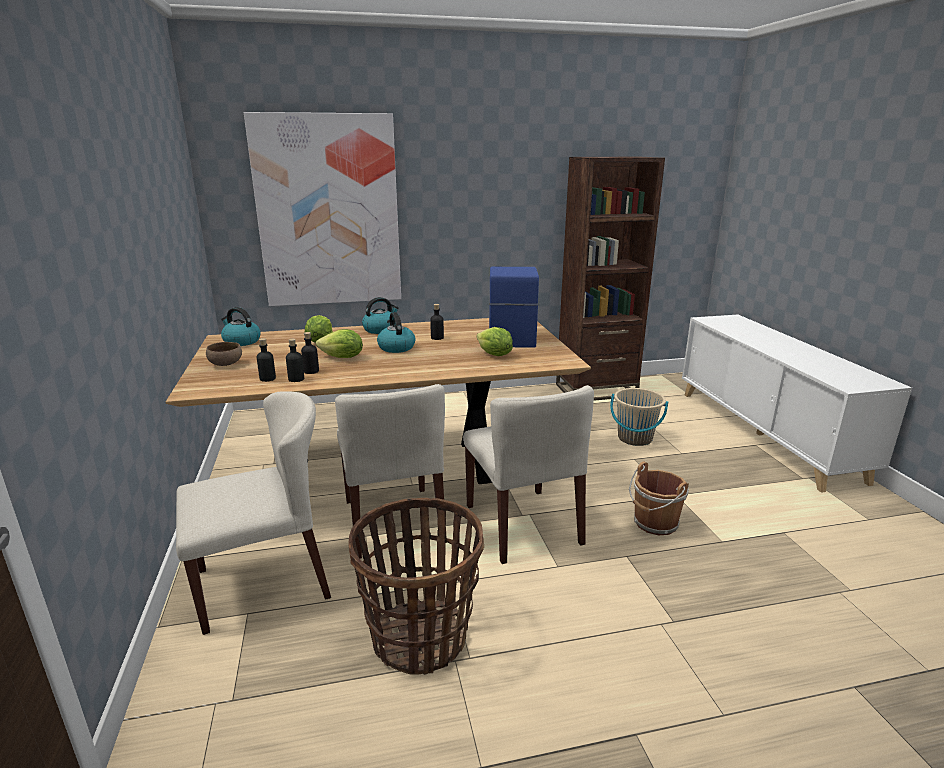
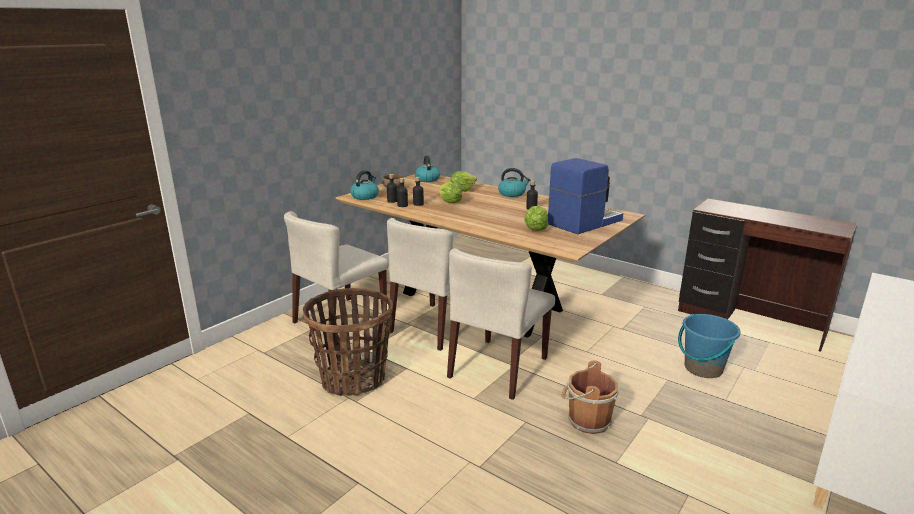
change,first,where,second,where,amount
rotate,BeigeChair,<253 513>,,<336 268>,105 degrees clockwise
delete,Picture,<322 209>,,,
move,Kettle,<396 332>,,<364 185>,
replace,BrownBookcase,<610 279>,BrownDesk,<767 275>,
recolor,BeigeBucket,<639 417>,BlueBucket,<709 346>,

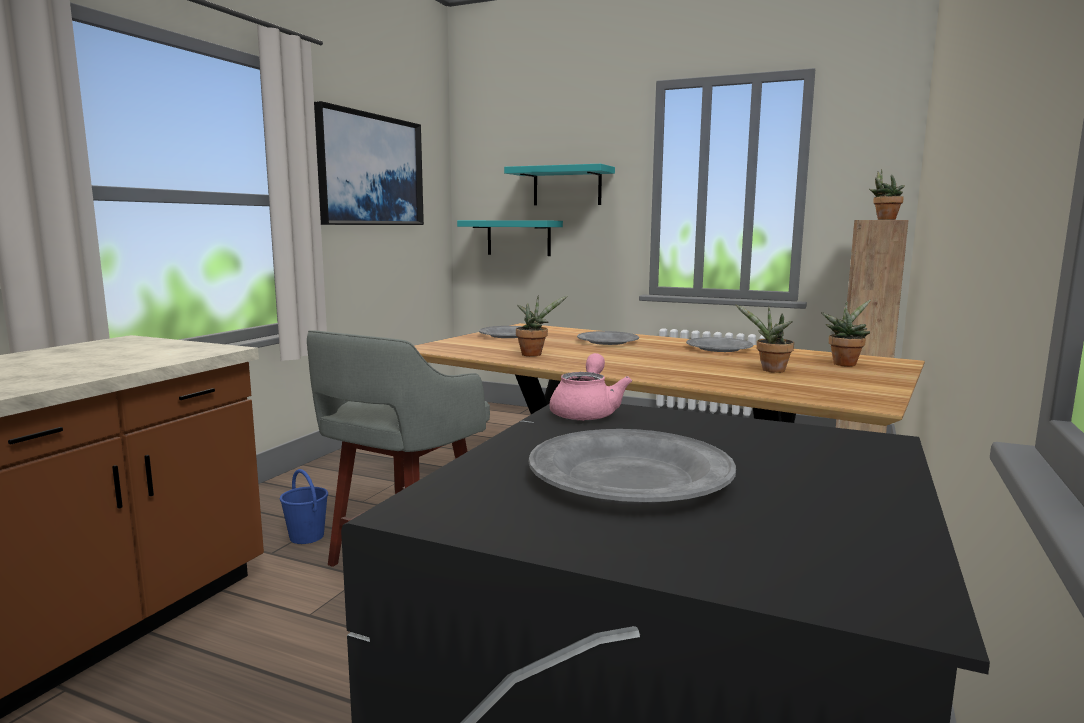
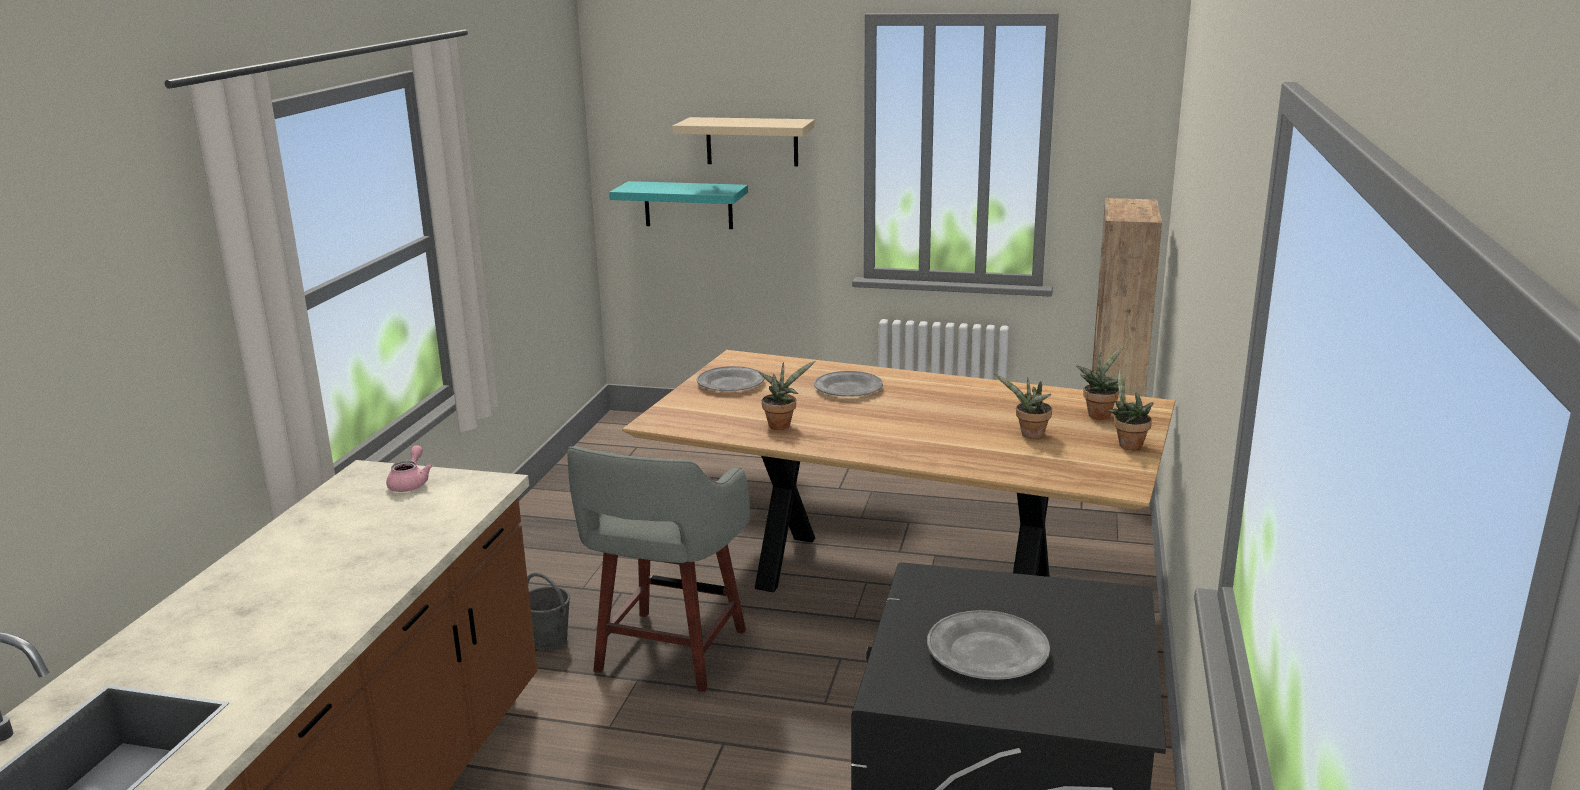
change,first,where,second,where,amount
recolor,BlueBucket,<304 506>,GreyBucket,<548 611>,
delete,Picture,<369 163>,,,
recolor,TurquoiseShelf,<559 184>,BeigeShelf,<743 141>,
move,PinkTeapot,<591 387>,,<409 468>,
delete,GreyPlate,<719 344>,,,
move,PottedPlant,<887 194>,,<1131 409>,

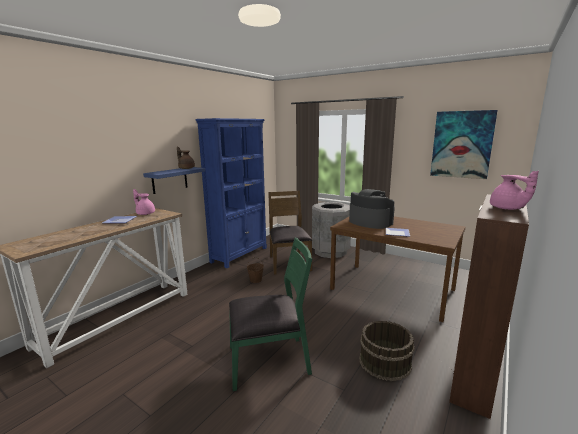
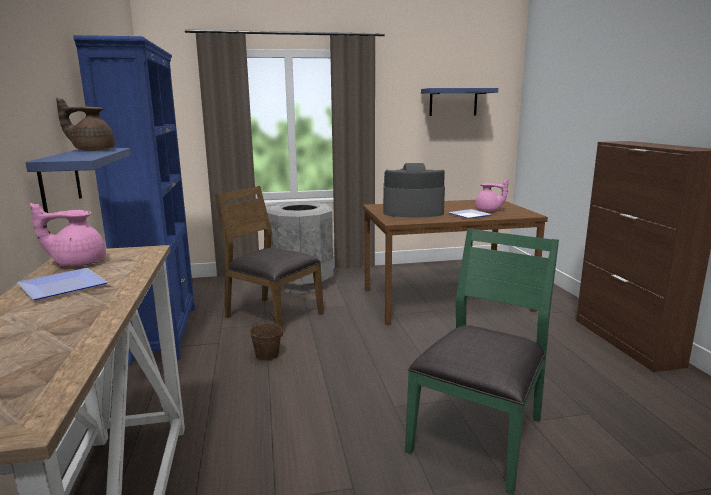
change,first,where,second,where,amount
delete,BrownBucket,<386 351>,,,
replace,Picture,<464 144>,BlueShelf,<459 102>,
move,PinkTeapot,<514 190>,,<491 195>,

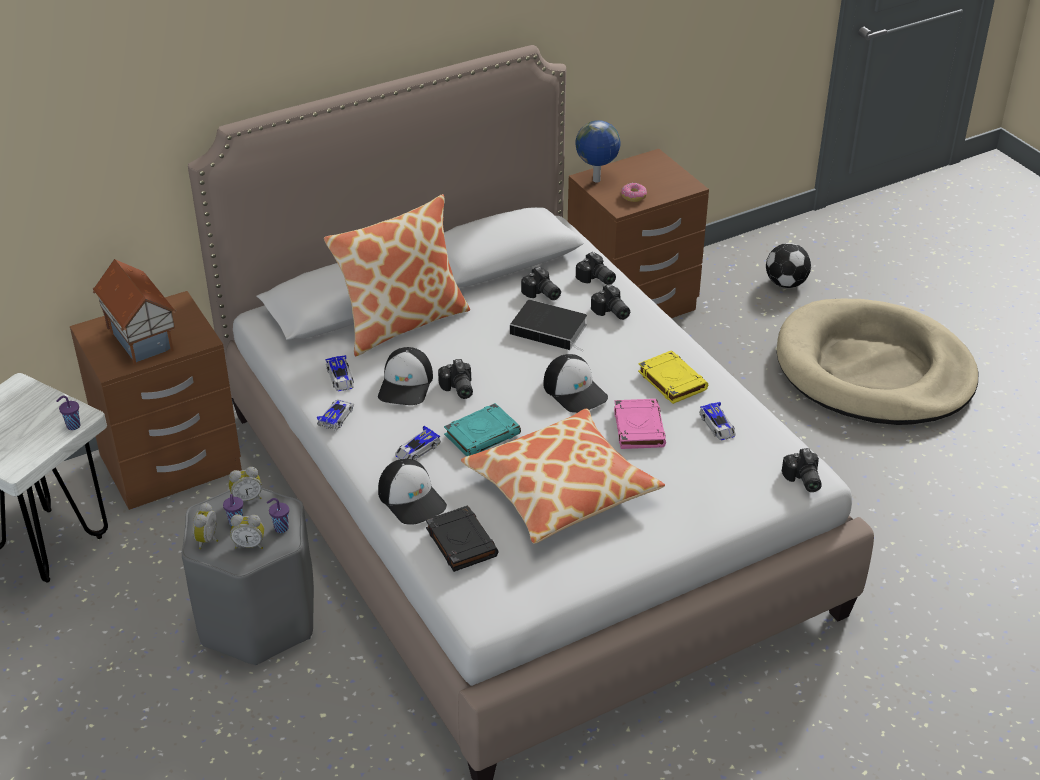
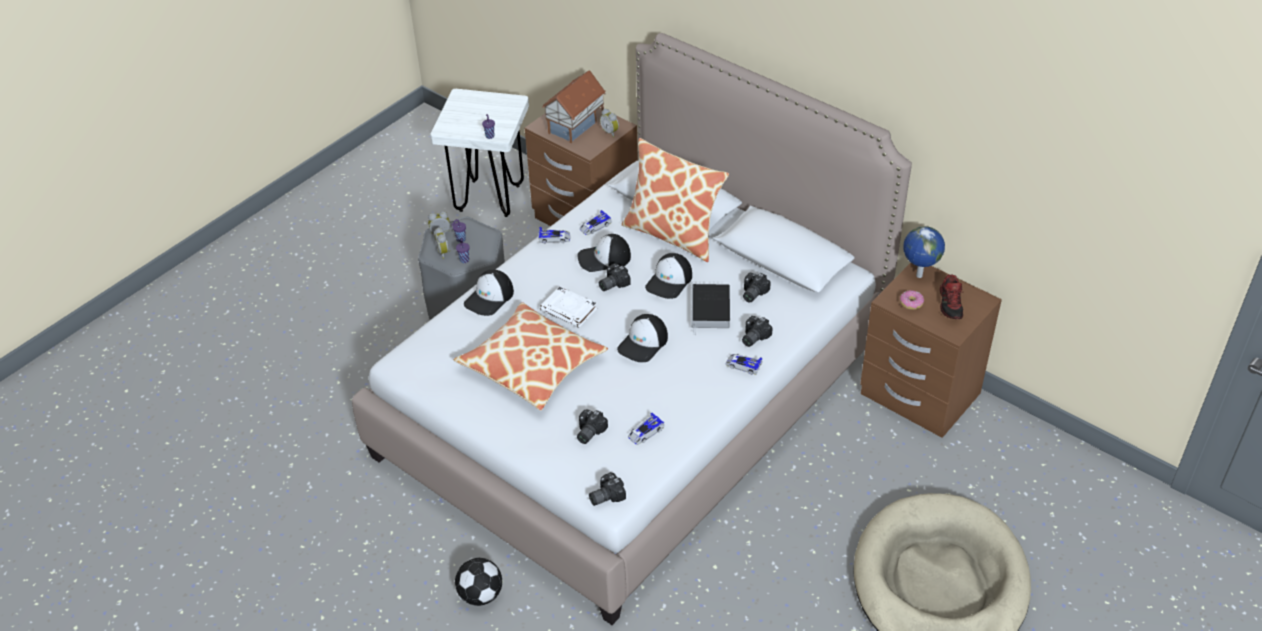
change,first,where,second,where,amount
move,AlarmClock,<245 484>,,<609 123>,
move,ToyCar,<418 443>,,<744 364>,
delete,BlackBook,<462 539>,,,
recolor,TurquoiseBook,<482 429>,WhiteBook,<568 307>,
move,PhotoCamera,<596 268>,,<592 427>,
delete,PinkBook,<640 424>,,,
delete,YellowBook,<673 377>,,,
move,Football,<788 265>,,<478 582>,
insert,,,Cap,<668 276>,
insert,,,Shoe,<951 297>,

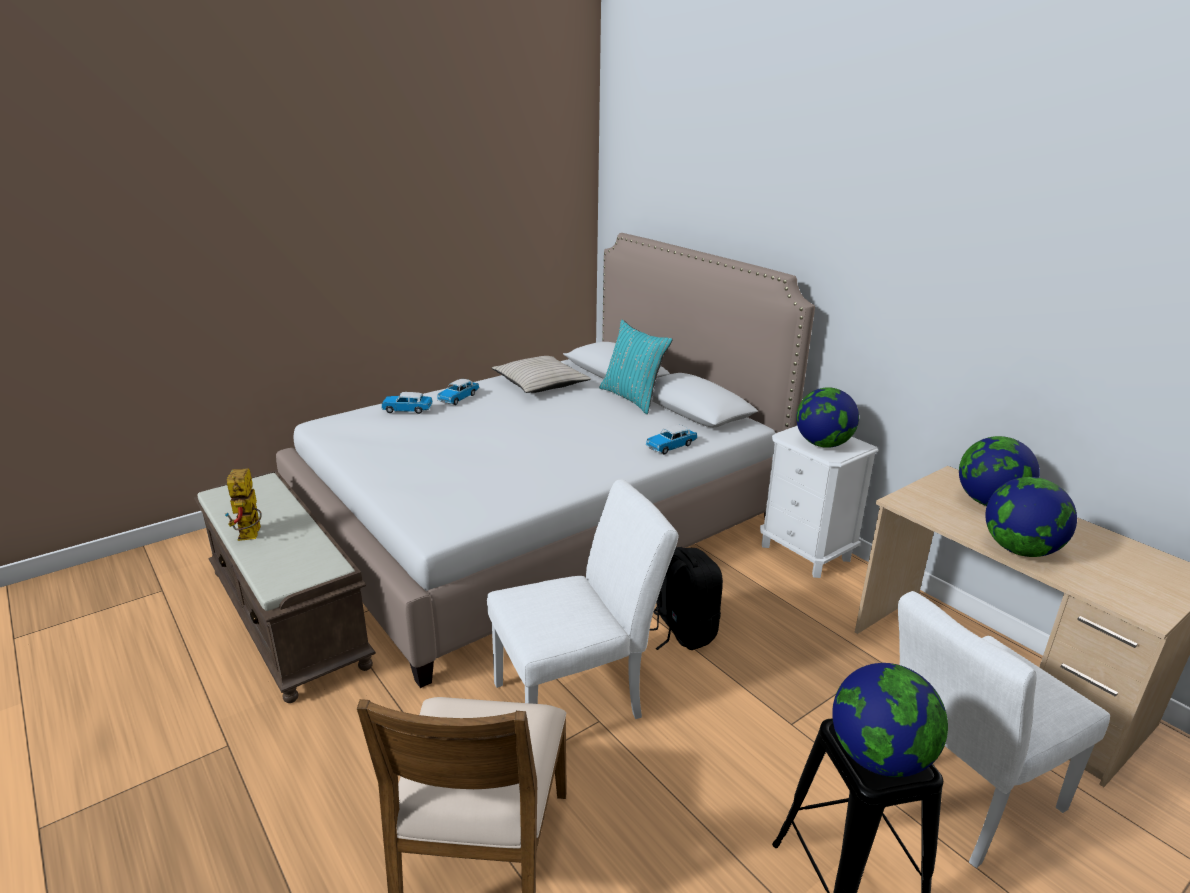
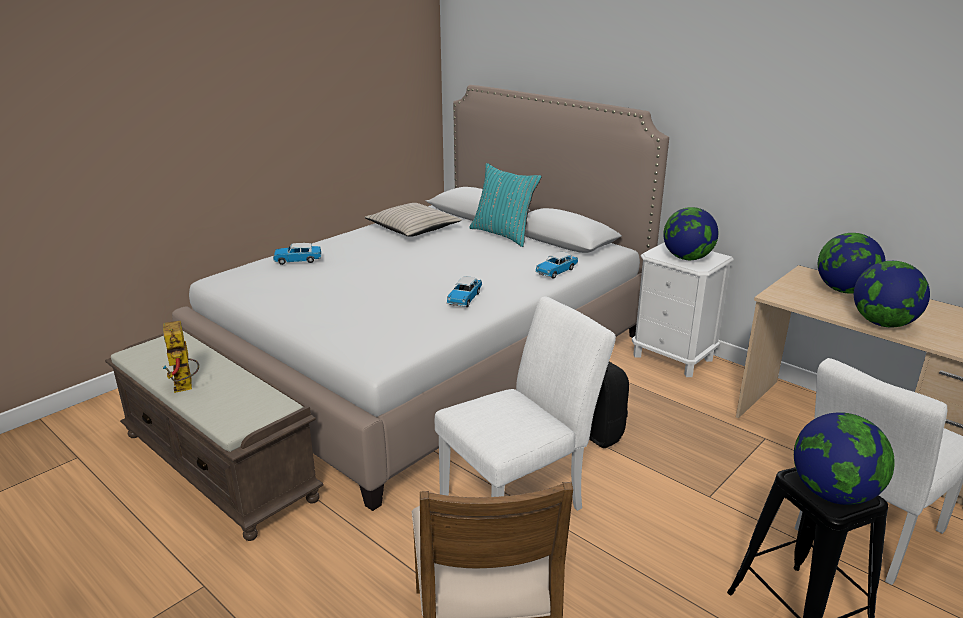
change,first,where,second,where,amount
move,ToyCar,<458 392>,,<464 291>,

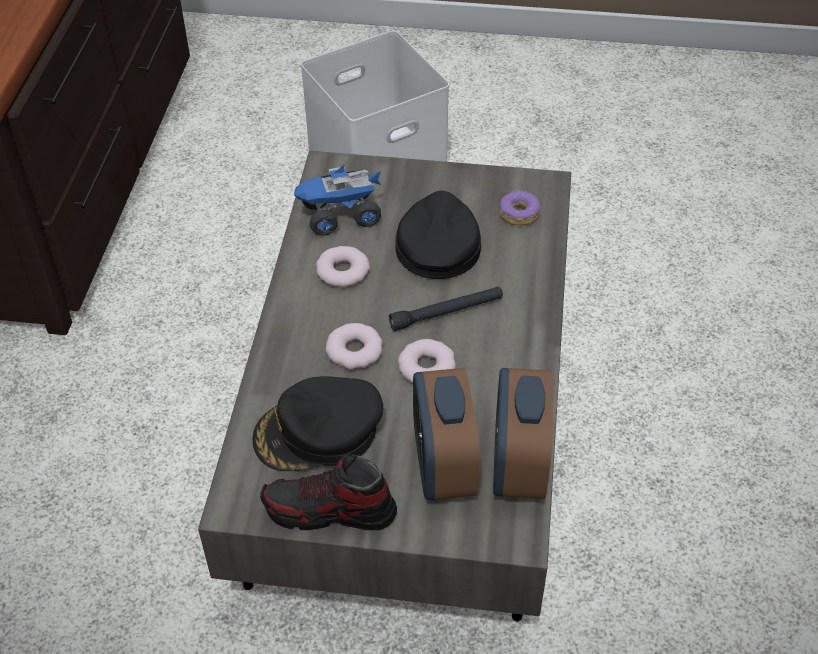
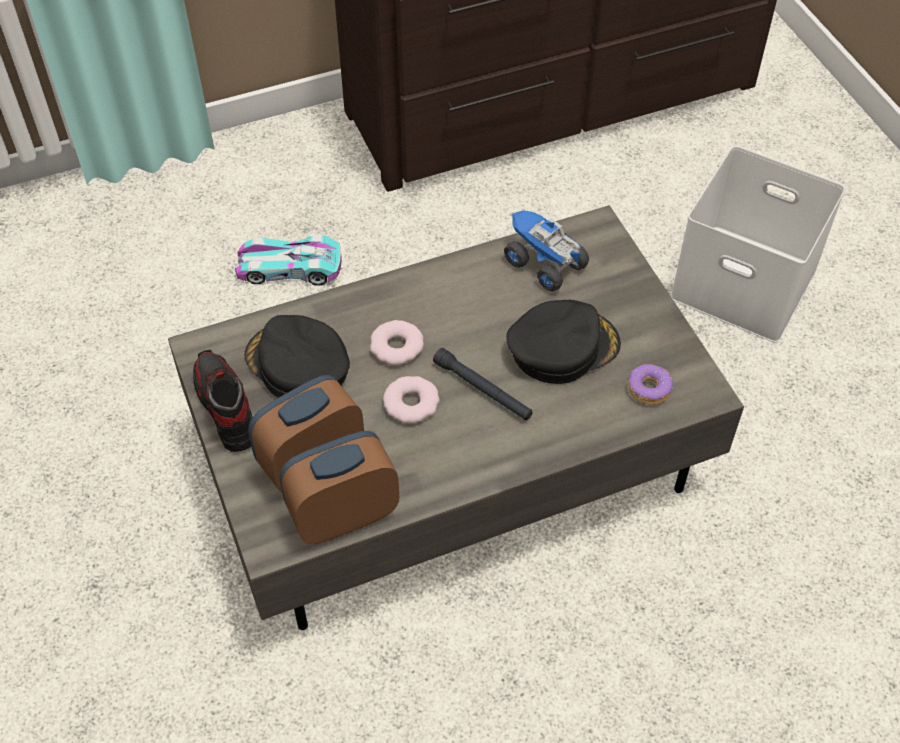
change,first,where,second,where,amount
delete,Donut,<343 266>,,,
insert,,,ToyCar,<288 260>,

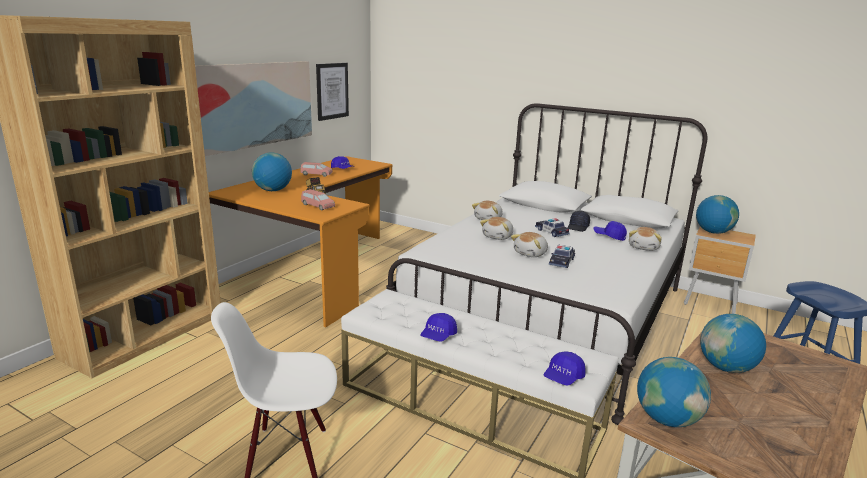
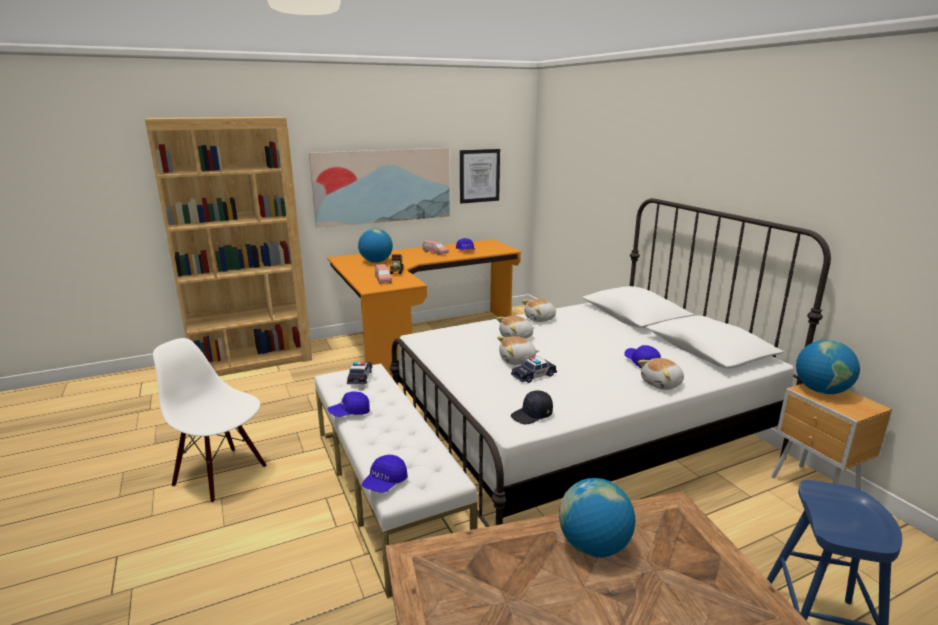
change,first,where,second,where,amount
move,ToyCar,<552 227>,,<359 373>,
rotate,BlueCap,<564 369>,,<385 473>,45 degrees counterclockwise
move,BlackCap,<578 221>,,<532 407>,
delete,Globe,<674 392>,,,

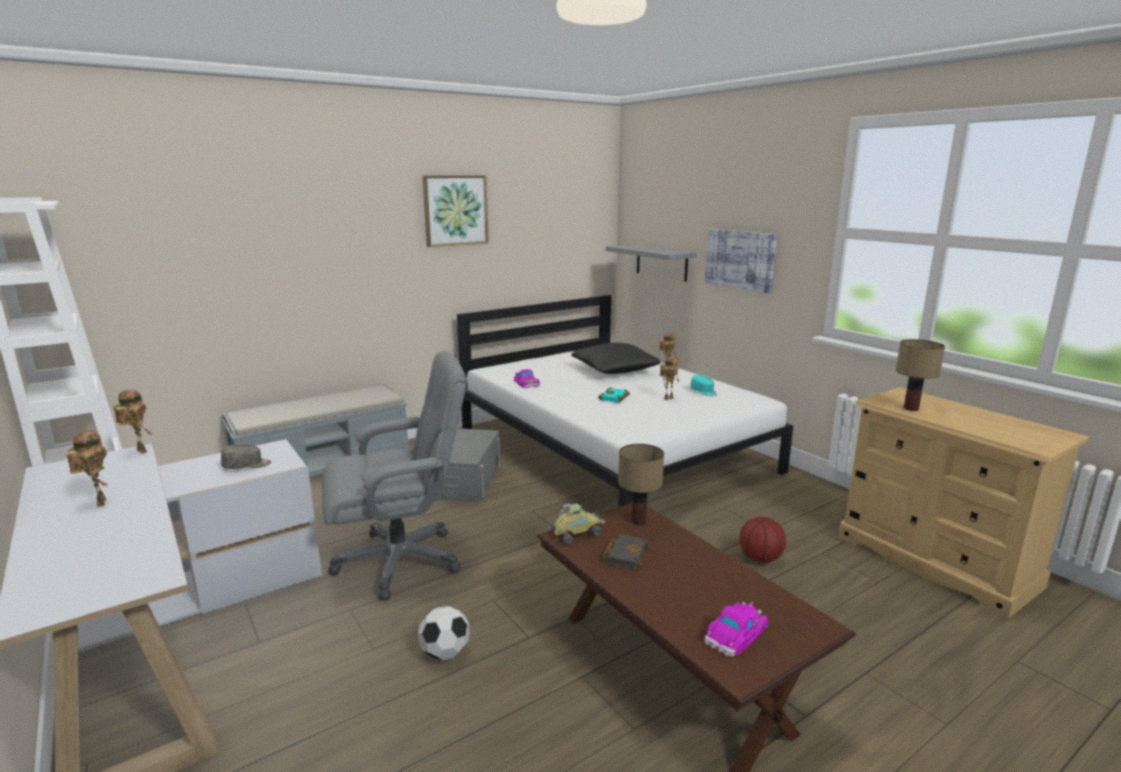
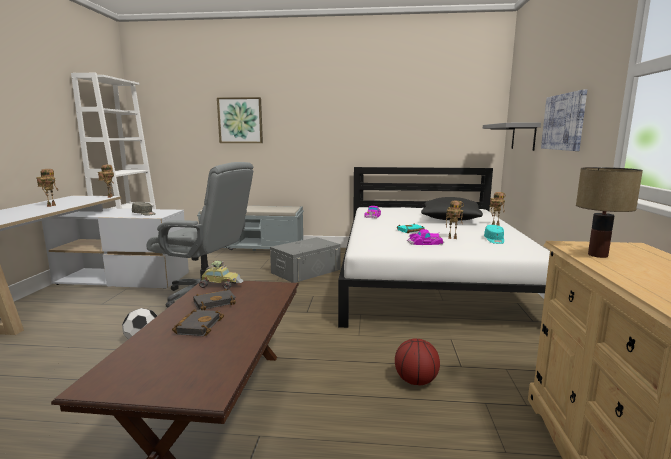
change,first,where,second,where,amount
move,Picture,<455 211>,,<240 120>,
delete,TableLamp,<641 484>,,,
move,ToyCar,<736 629>,,<425 237>,
insert,,,BlackBook,<198 322>,

